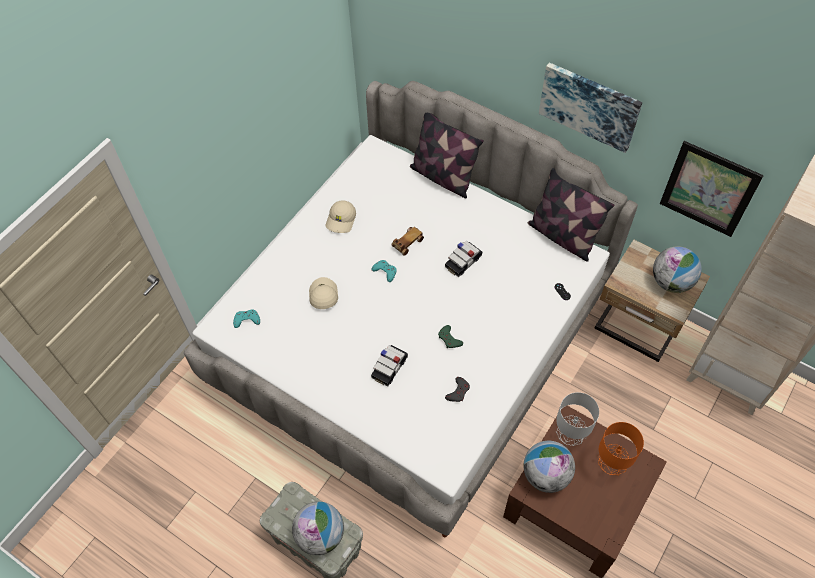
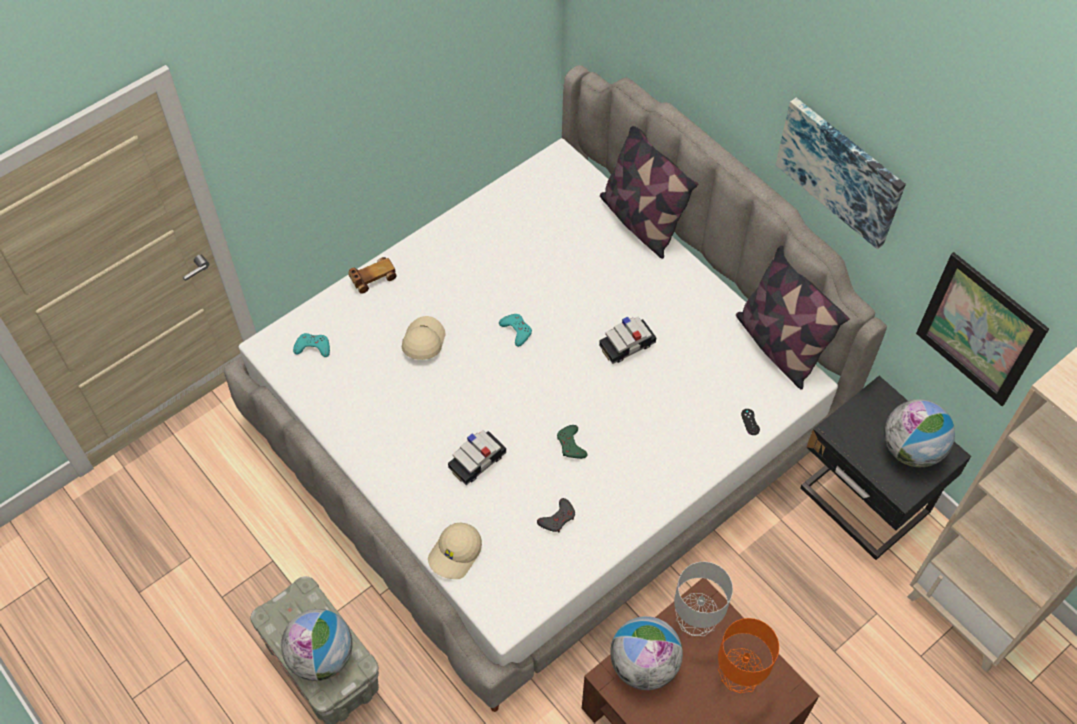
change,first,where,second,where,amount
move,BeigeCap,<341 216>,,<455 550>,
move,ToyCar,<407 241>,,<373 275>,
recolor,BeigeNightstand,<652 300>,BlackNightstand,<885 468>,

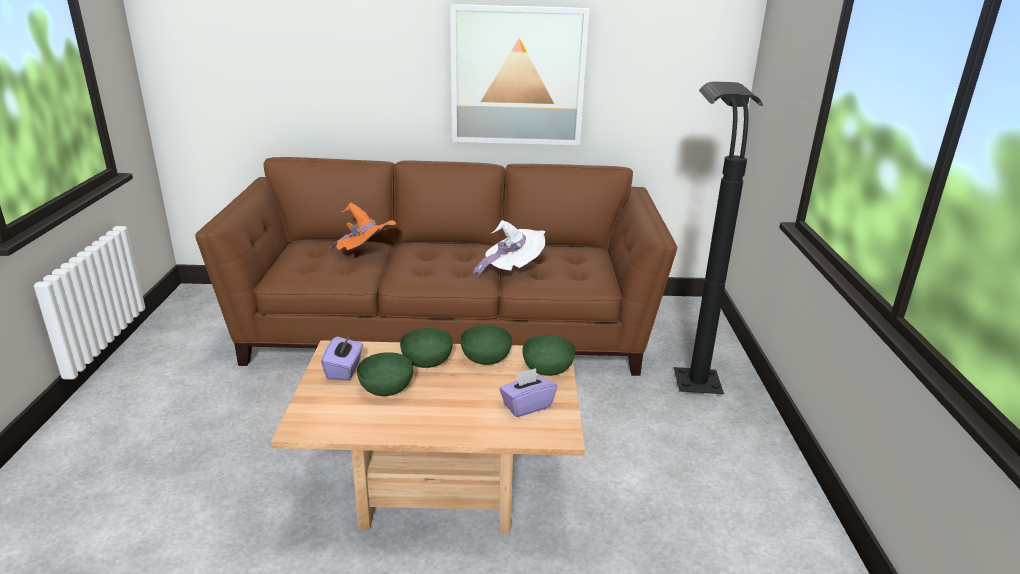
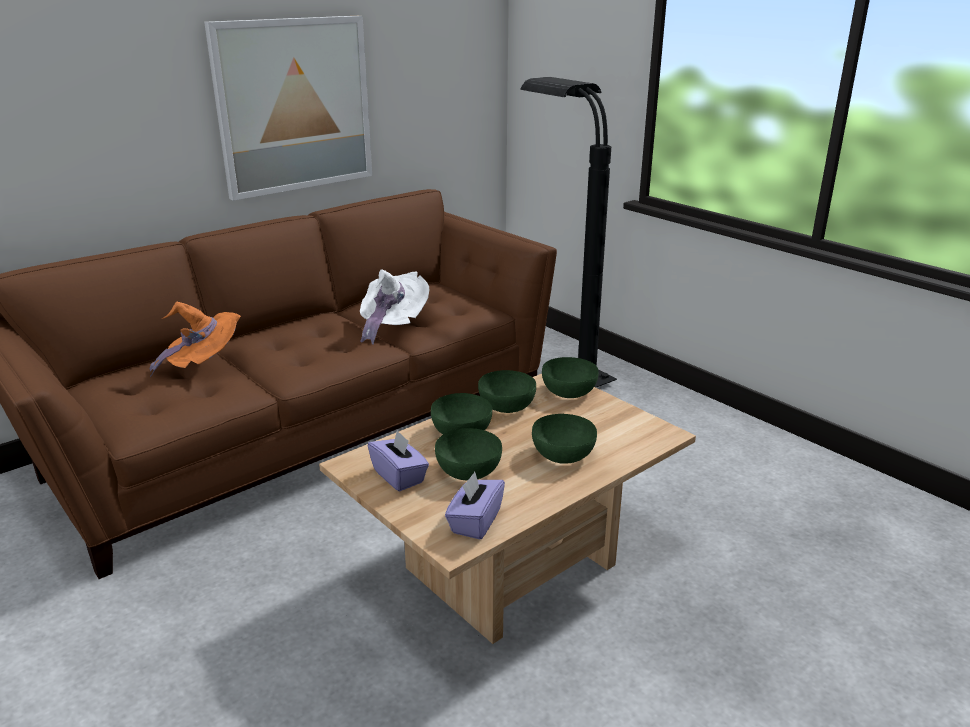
change,first,where,second,where,amount
move,PurpleTissueBox,<528 392>,,<475 506>,
insert,,,GreenBowl,<564 439>,

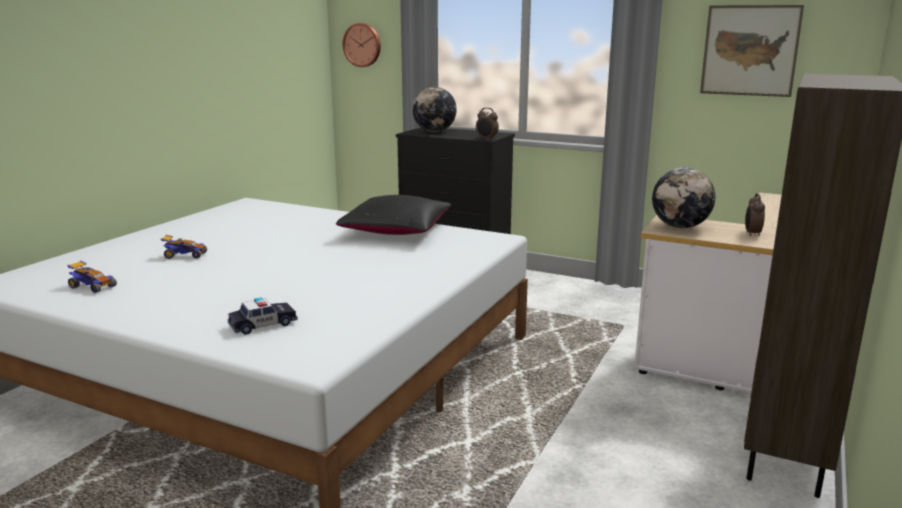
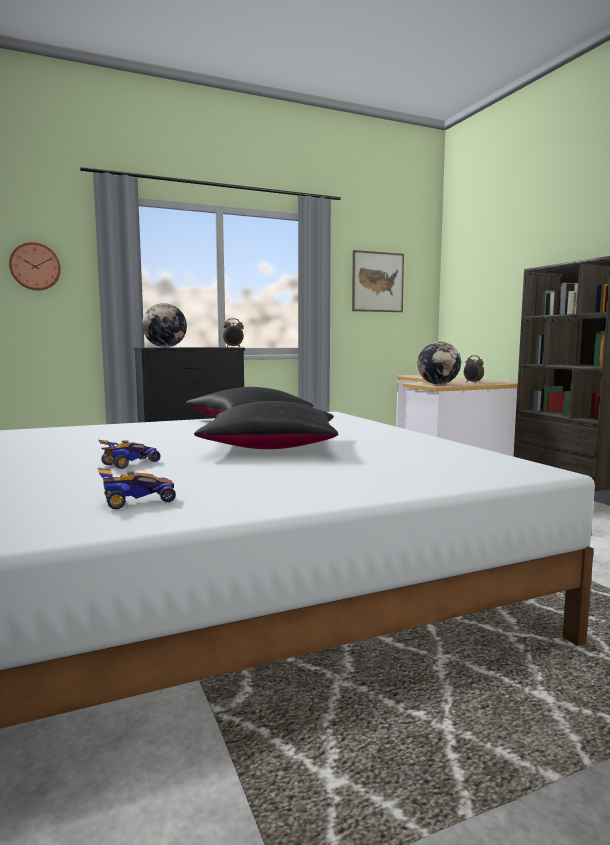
change,first,where,second,where,amount
delete,ToyCar,<263 316>,,,
insert,,,BlackPillow,<266 425>,

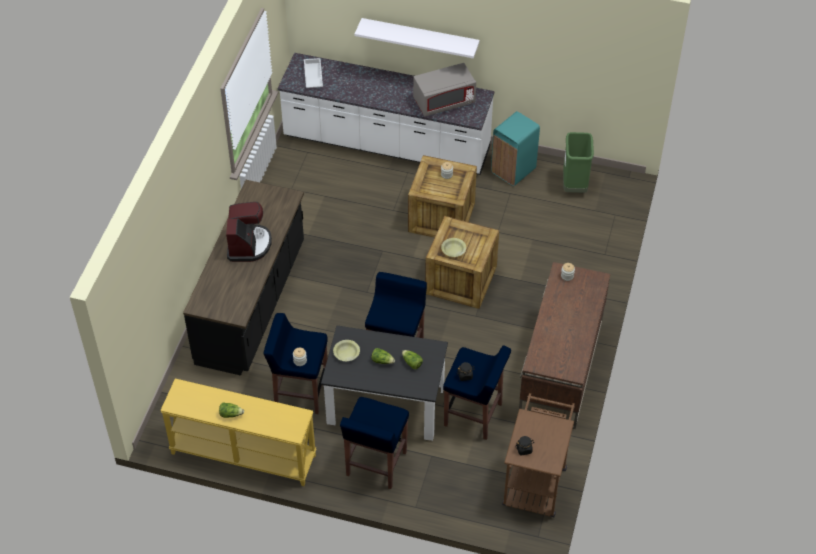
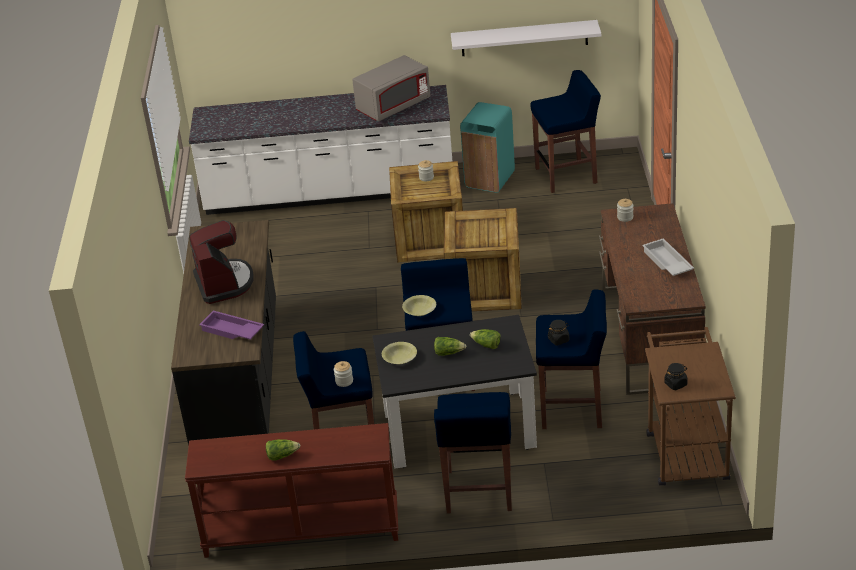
change,first,where,second,where,amount
recolor,YellowConsoleTable,<238 432>,BrownConsoleTable,<291 490>,
move,WhiteTray,<313 73>,,<668 257>,
move,WhiteShelf,<417 38>,,<526 38>,
move,YellowBowl,<453 247>,,<419 305>,
replace,GreenTrashCan,<578 162>,BlueStool,<565 131>,
insert,,,PurpleTray,<231 325>,

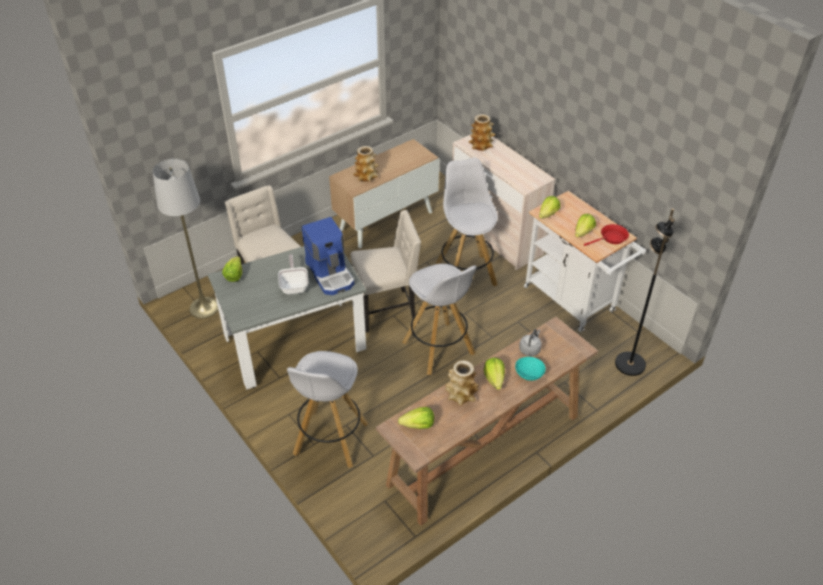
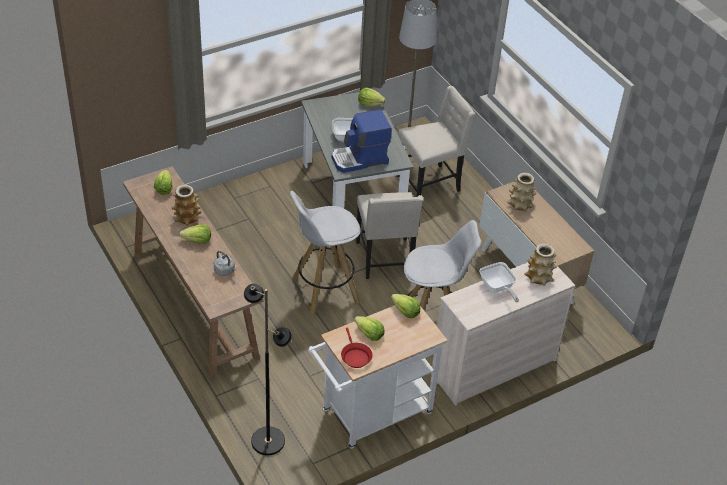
change,first,where,second,where,amount
delete,WhiteStool,<327 409>,,,
delete,TurquoiseBowl,<530 369>,,,
insert,,,FryingPan,<499 282>,

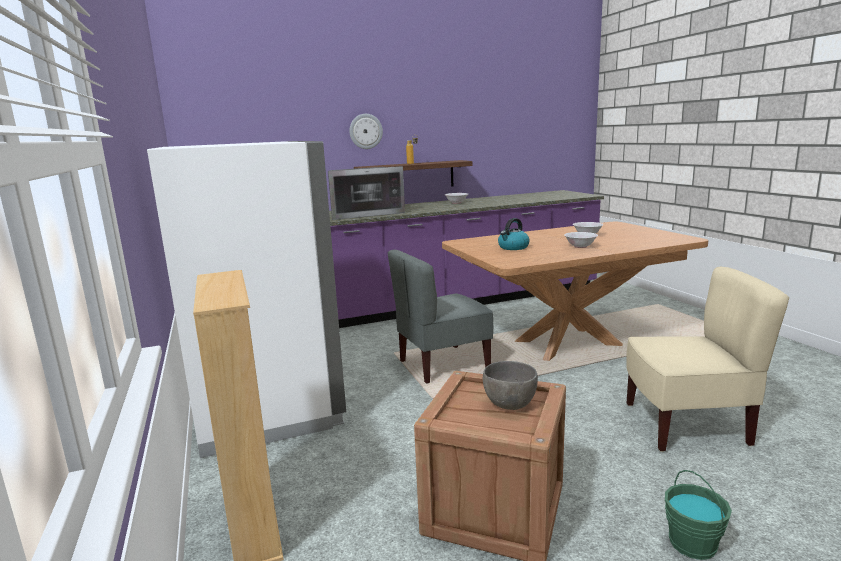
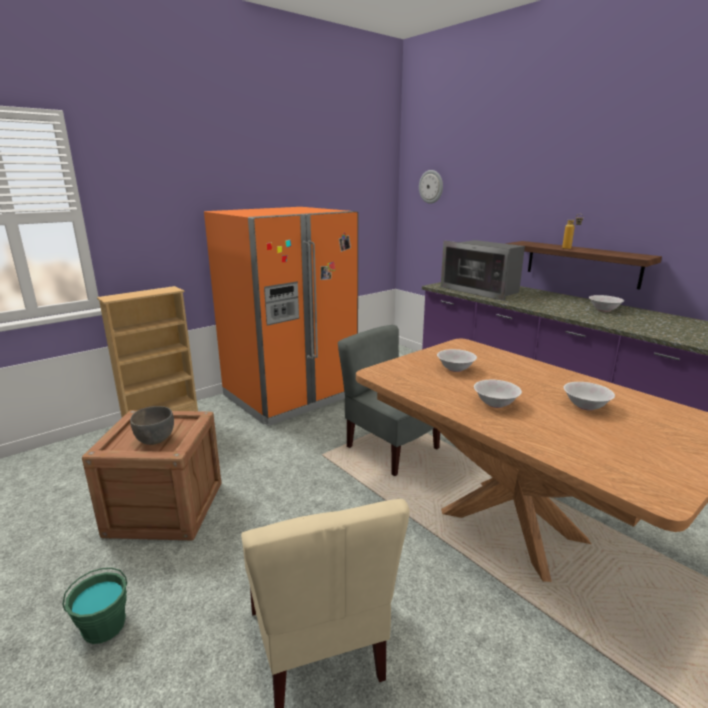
change,first,where,second,where,amount
recolor,WhiteFridge,<246 299>,OrangeFridge,<281 316>,
move,WallClock,<366 131>,,<431 187>,
replace,Kettle,<514 234>,WhiteBowl,<457 360>,

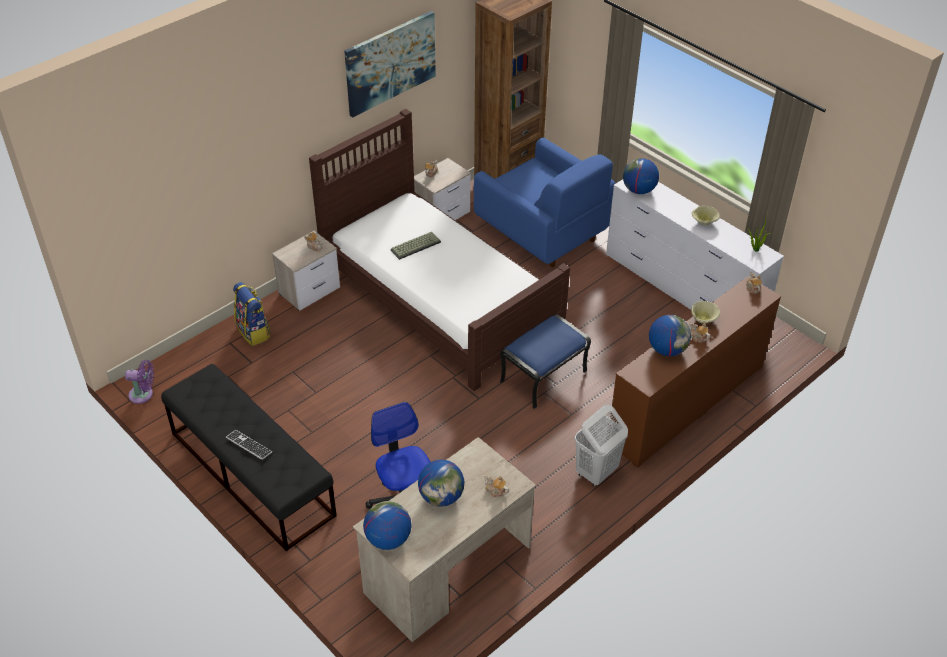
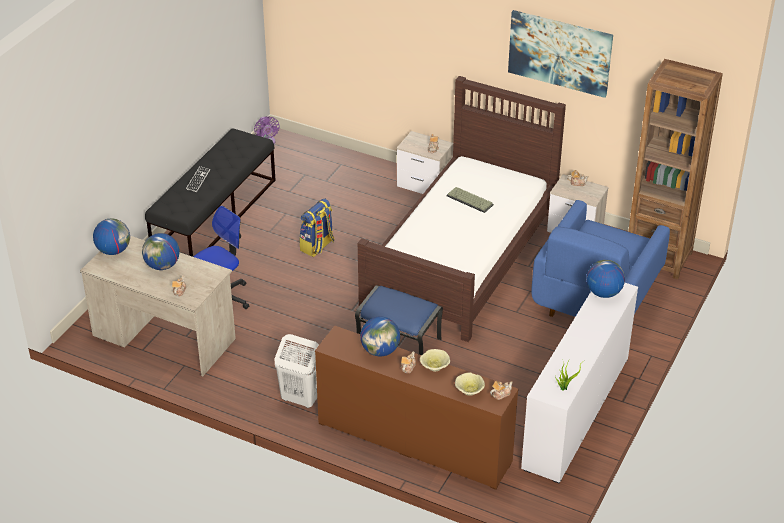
change,first,where,second,where,amount
move,Backpack,<252 314>,,<316 227>,
move,BeigeBowl,<706 216>,,<470 384>,

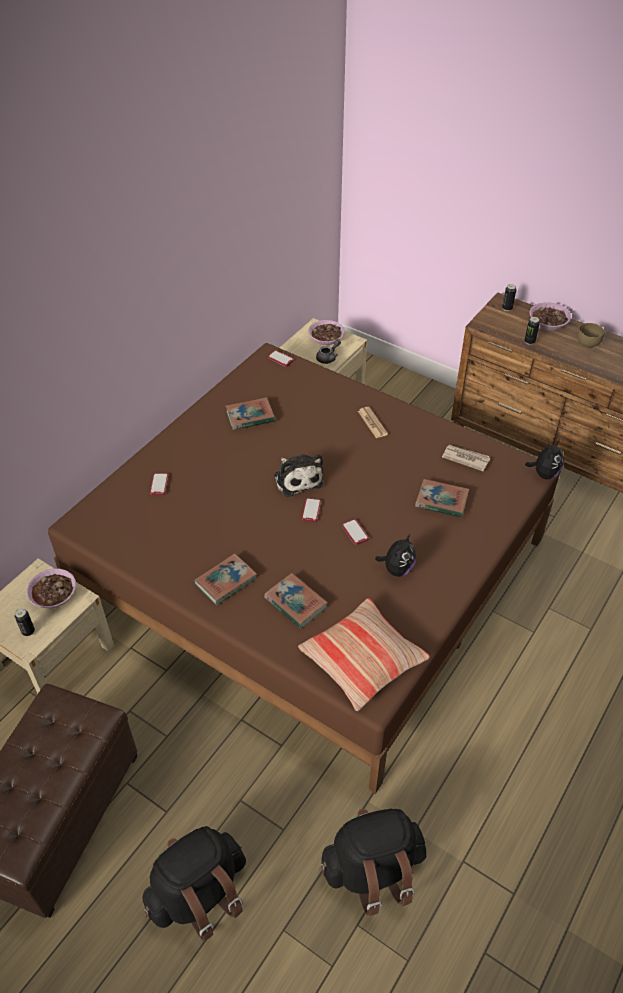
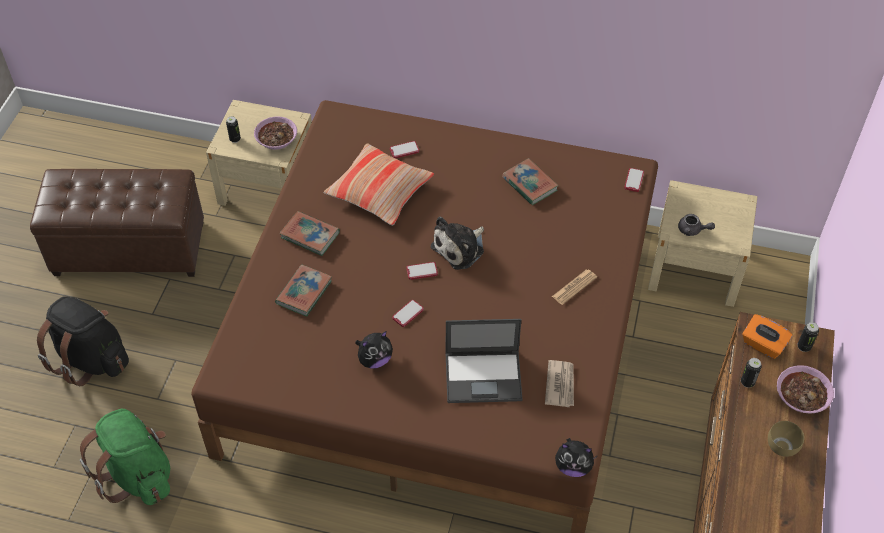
change,first,where,second,where,amount
move,Pillow,<364 654>,,<379 184>,
delete,Bowl,<326 332>,,,
recolor,BlackBackpack,<372 862>,GreenBackpack,<125 457>,
rotate,PlushToy,<395 556>,,<374 350>,45 degrees counterclockwise
replace,Book,<442 498>,Laptop,<484 361>,
insert,,,OrangeTissueBox,<767 336>,

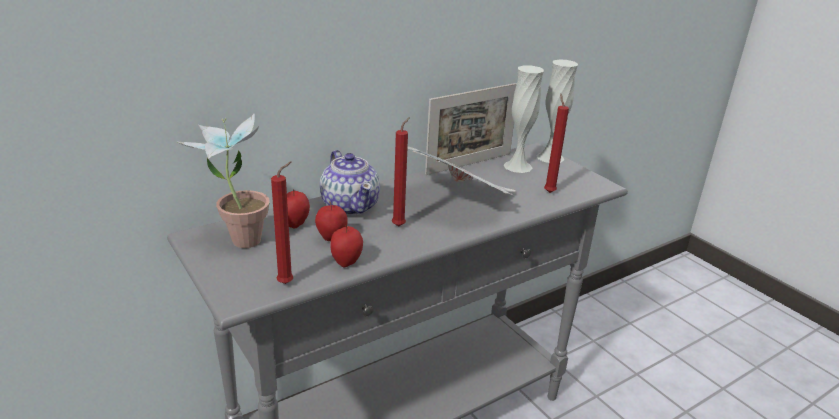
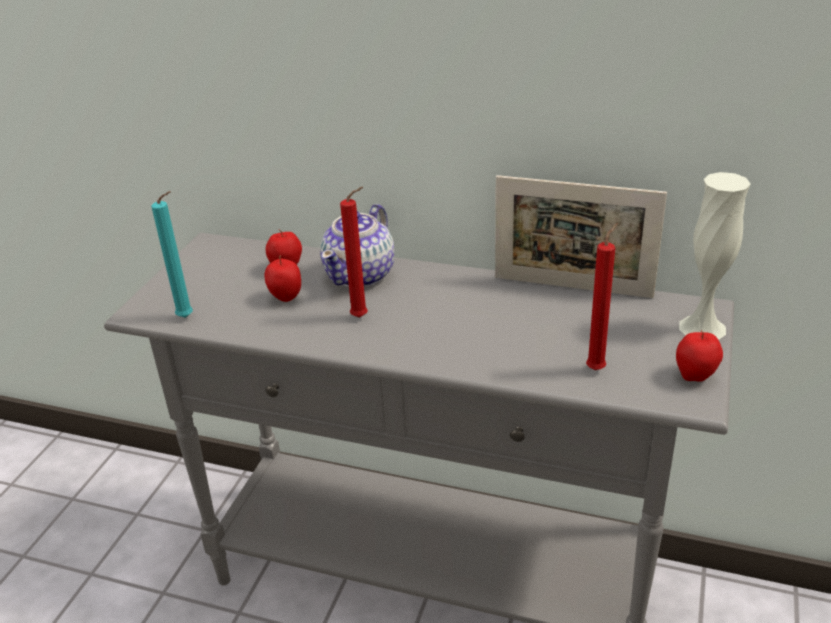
change,first,where,second,where,amount
delete,PottedPlant,<223 181>,,,
recolor,RedCandle,<282 222>,TurquoiseCandle,<172 254>,
move,Apple,<346 246>,,<699 356>,
delete,Newspaper,<461 171>,,,
delete,WhiteVase,<524 119>,,,

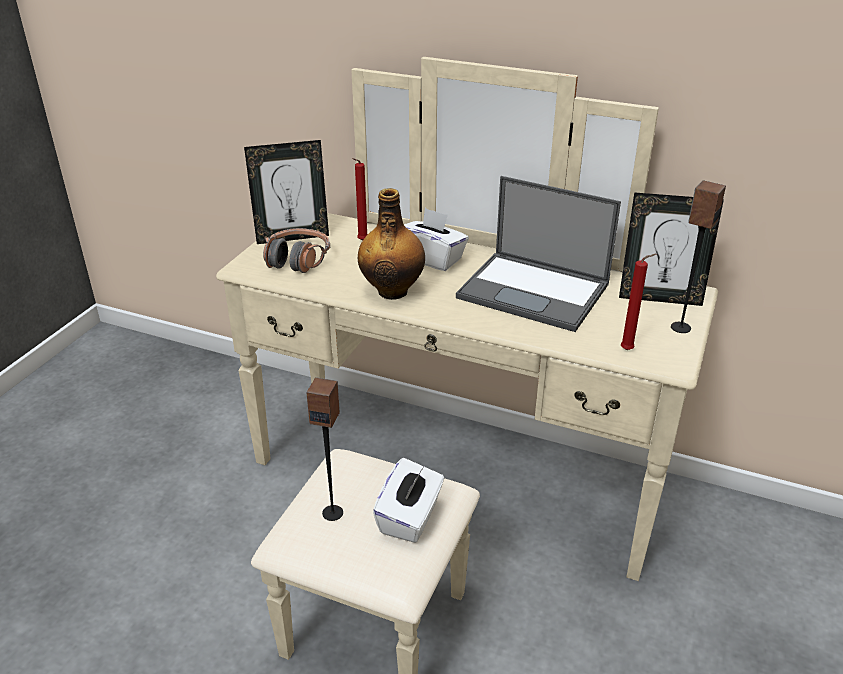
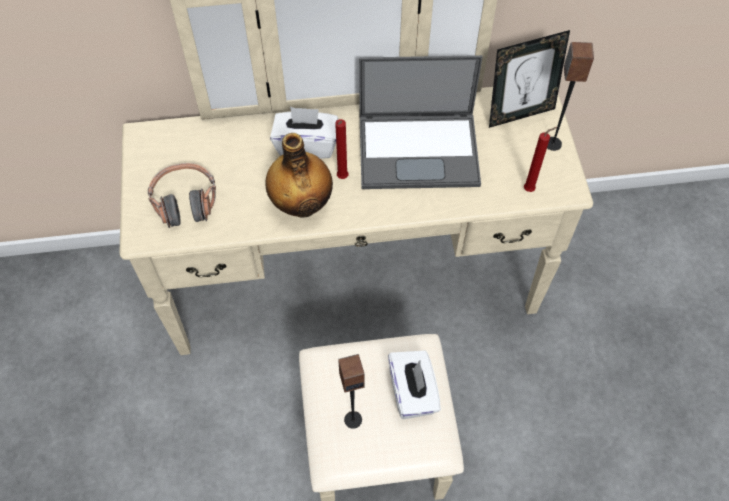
change,first,where,second,where,amount
delete,PictureFrame,<286 192>,,,
move,RedCandle,<360 199>,,<341 149>,

